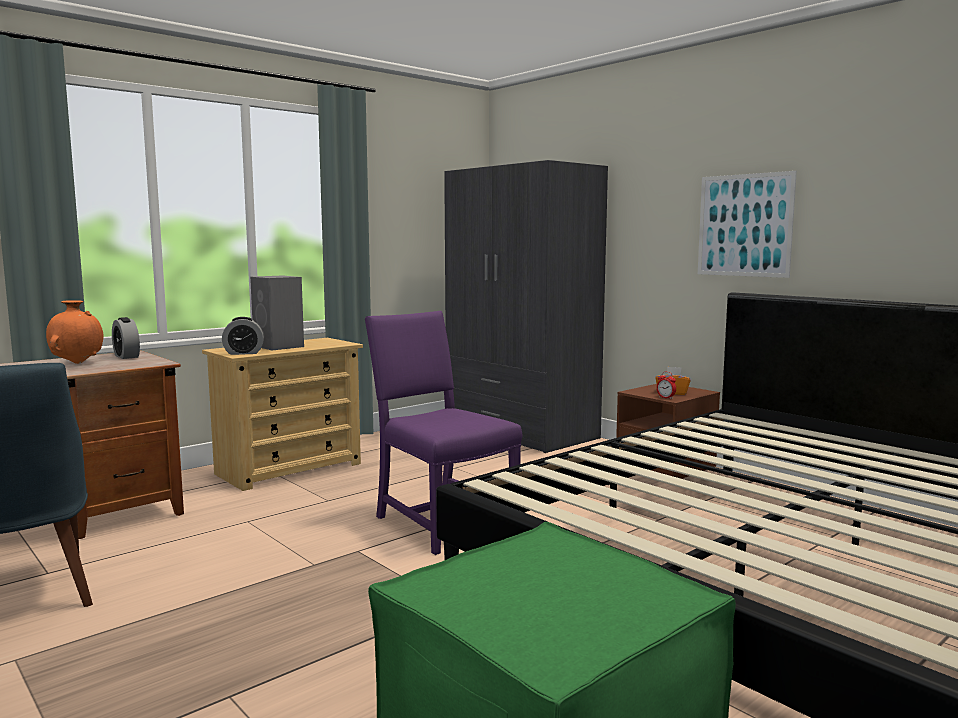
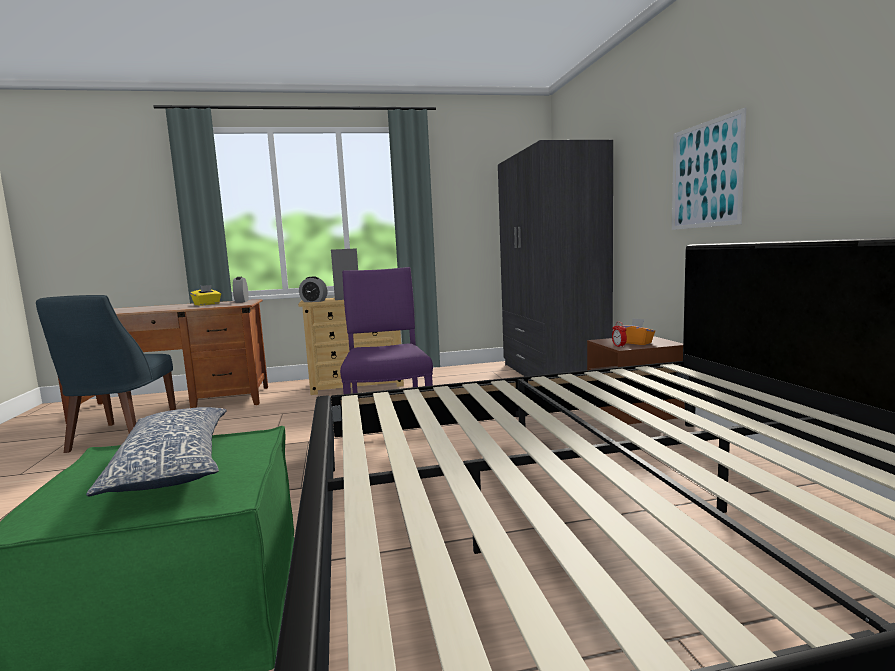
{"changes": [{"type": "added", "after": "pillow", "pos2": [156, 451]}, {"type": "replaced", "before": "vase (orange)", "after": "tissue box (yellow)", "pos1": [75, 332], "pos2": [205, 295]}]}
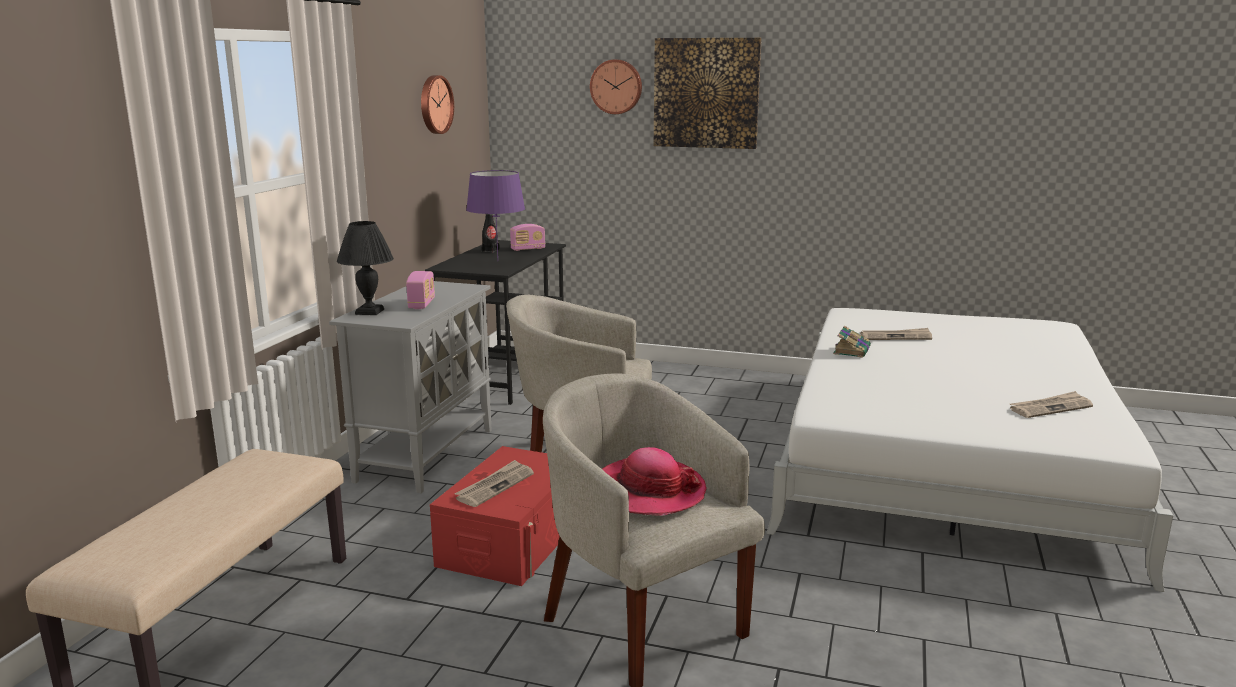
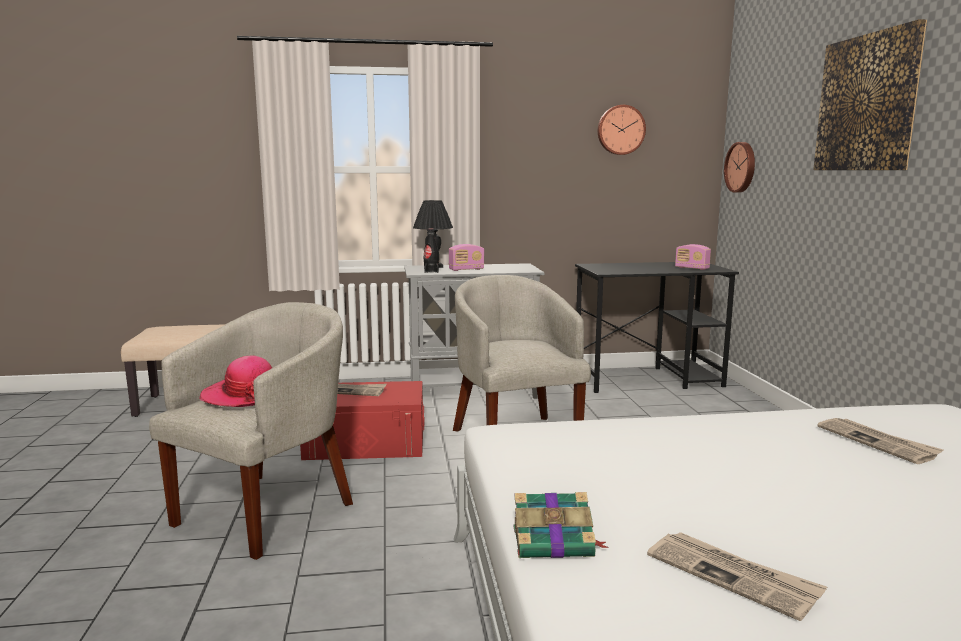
{"changes": [{"type": "moved", "before": "bottle (black)", "pos1": [490, 233], "pos2": [431, 251]}, {"type": "moved", "before": "book", "pos1": [852, 341], "pos2": [561, 525]}, {"type": "moved", "before": "wall clock", "pos1": [616, 86], "pos2": [739, 167]}, {"type": "removed", "before": "table lamp (purple)", "pos1": [495, 215]}]}
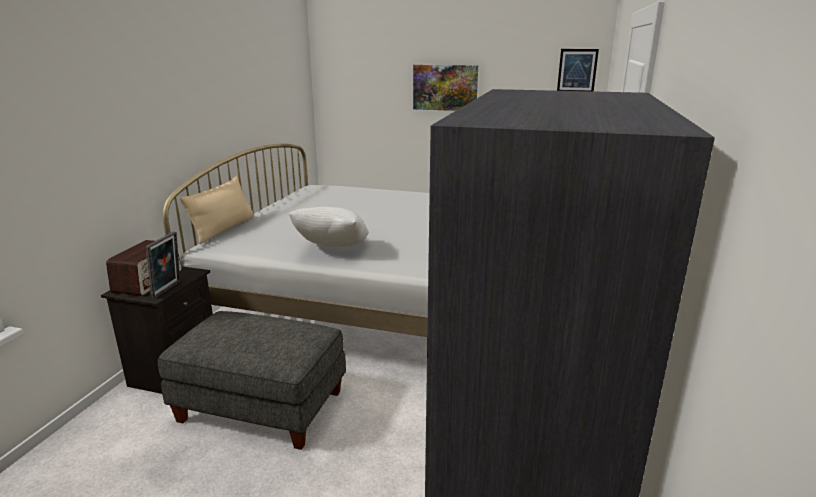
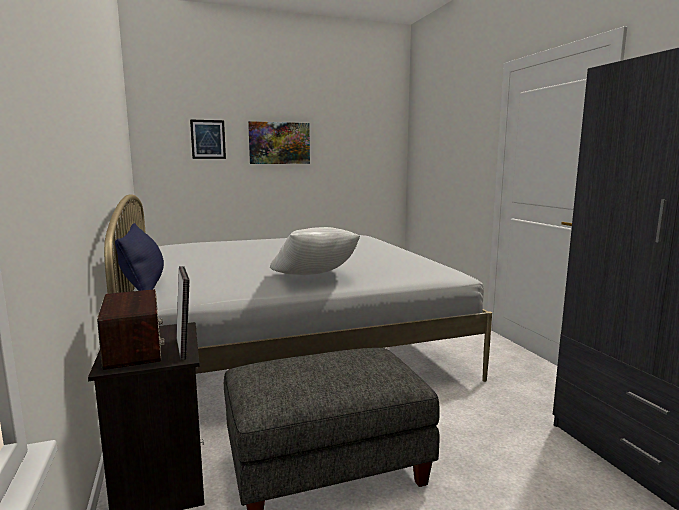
{"changes": [{"type": "recoloured", "before": "pillow (beige)", "after": "pillow (blue)", "pos1": [217, 210], "pos2": [139, 257]}, {"type": "moved", "before": "picture", "pos1": [578, 70], "pos2": [208, 139]}]}
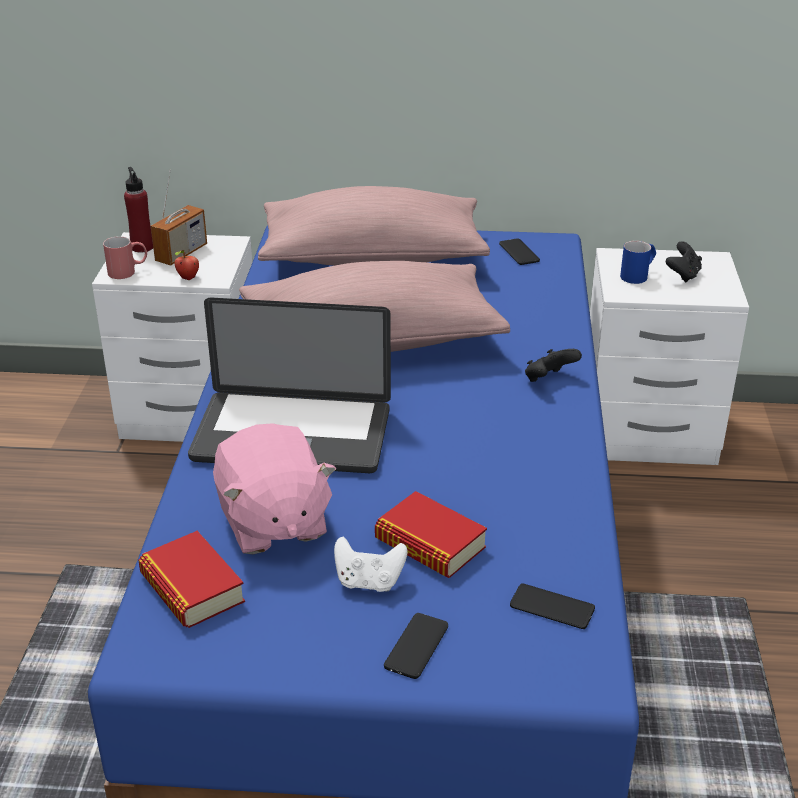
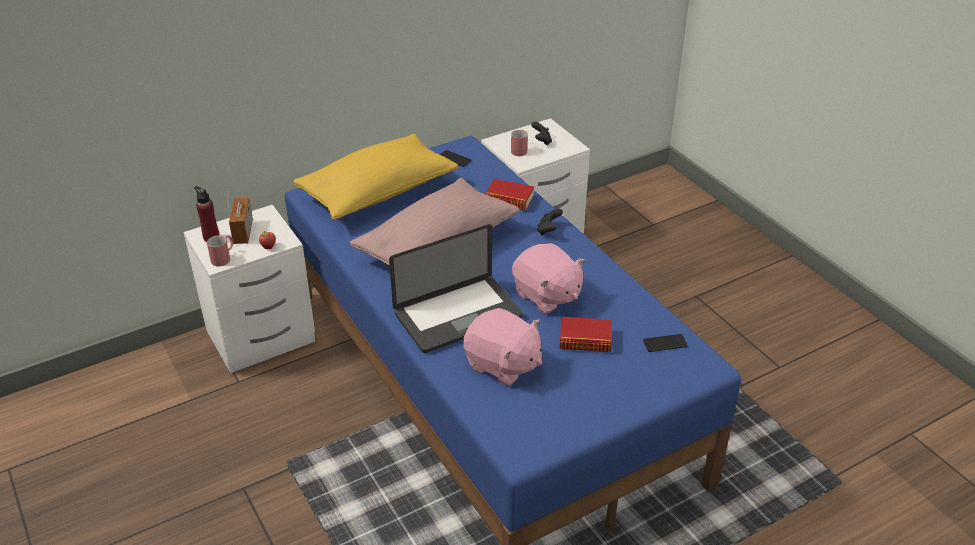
{"changes": [{"type": "recoloured", "before": "pillow (pink)", "after": "pillow (yellow)", "pos1": [374, 226], "pos2": [375, 177]}, {"type": "moved", "before": "book", "pos1": [191, 579], "pos2": [509, 195]}, {"type": "recoloured", "before": "mug (blue)", "after": "mug (red)", "pos1": [638, 262], "pos2": [519, 142]}, {"type": "added", "after": "plush toy (pink)", "pos2": [548, 278]}, {"type": "removed", "before": "game controller (white)", "pos1": [370, 564]}, {"type": "removed", "before": "phone", "pos1": [416, 646]}]}
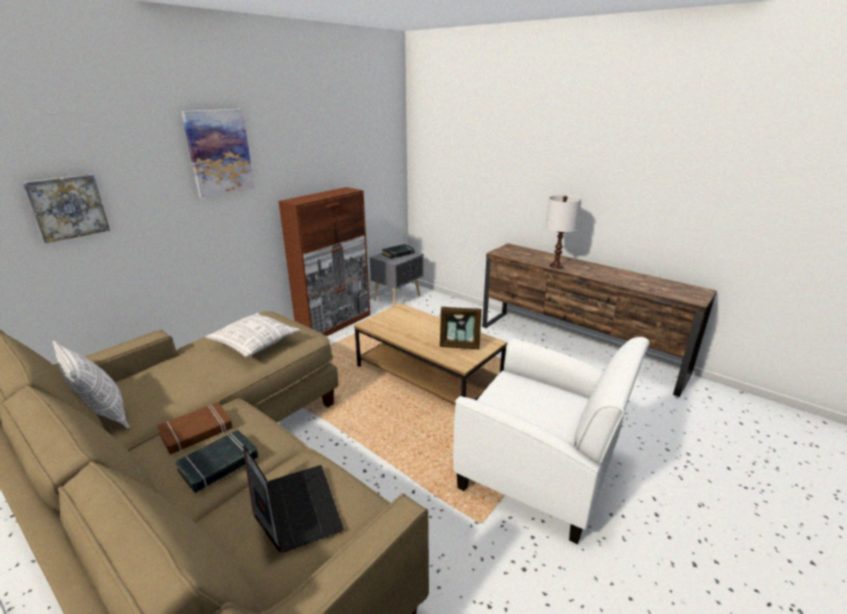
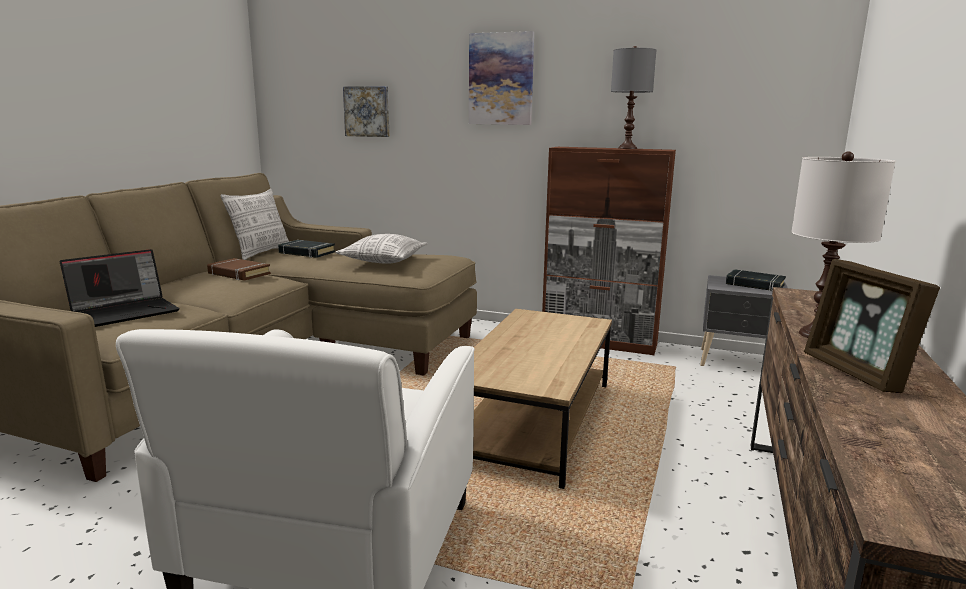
{"changes": [{"type": "moved", "before": "book (black)", "pos1": [216, 461], "pos2": [306, 249]}, {"type": "added", "after": "table lamp (grey)", "pos2": [633, 97]}, {"type": "moved", "before": "picture frame", "pos1": [461, 328], "pos2": [872, 326]}]}
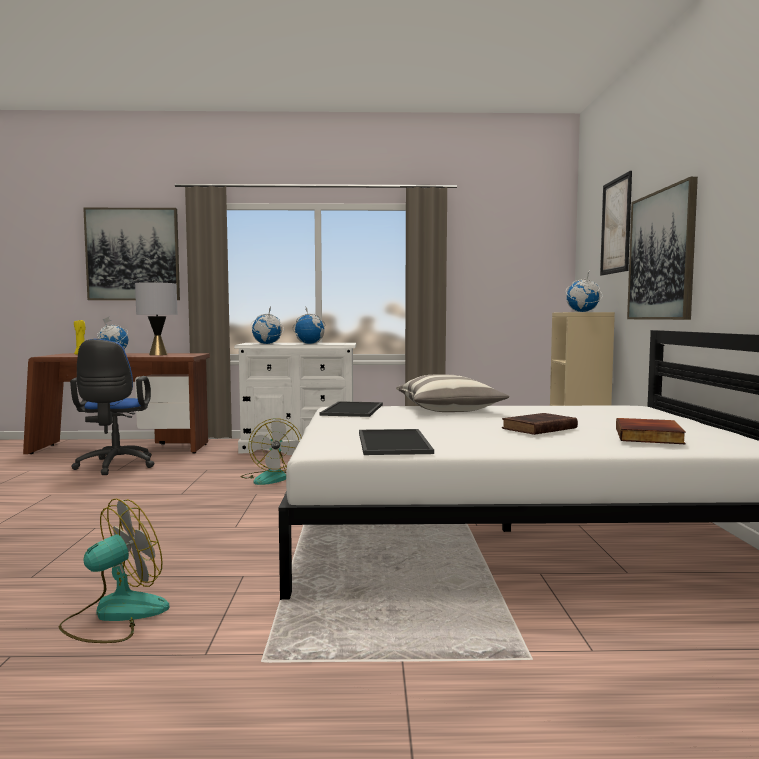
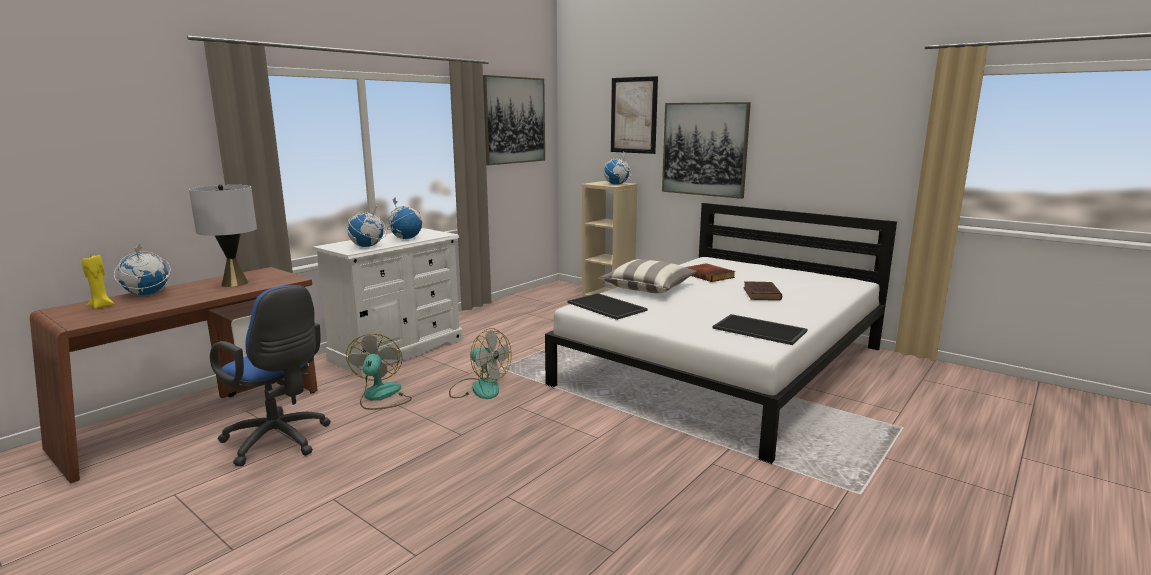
{"changes": [{"type": "moved", "before": "fan", "pos1": [114, 570], "pos2": [379, 372]}, {"type": "moved", "before": "picture", "pos1": [131, 254], "pos2": [514, 120]}, {"type": "moved", "before": "book", "pos1": [651, 431], "pos2": [710, 272]}]}
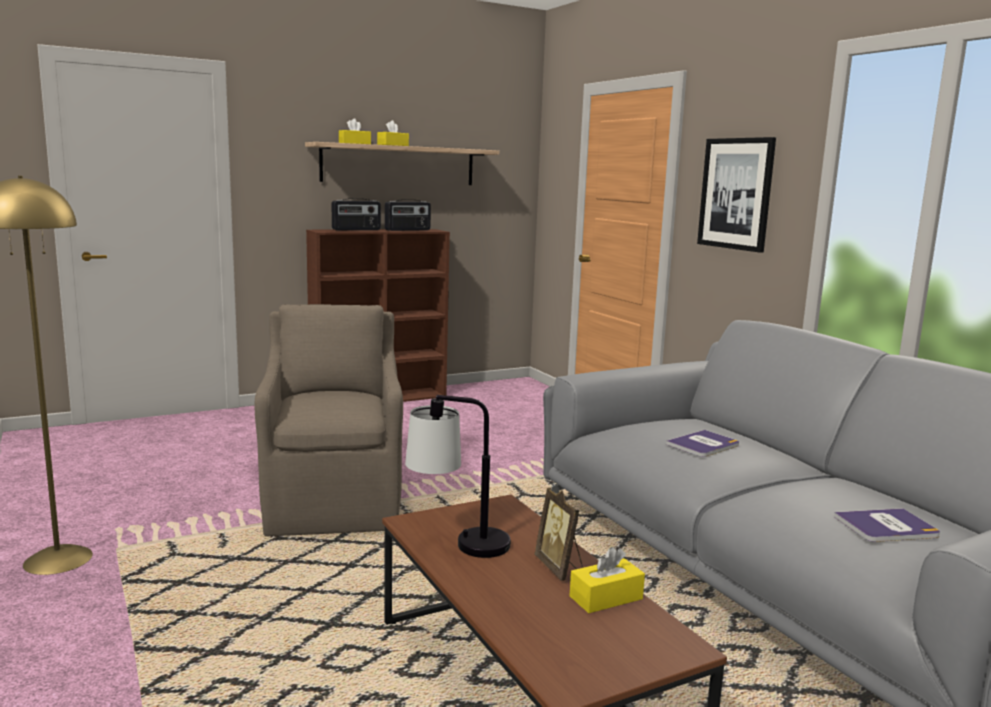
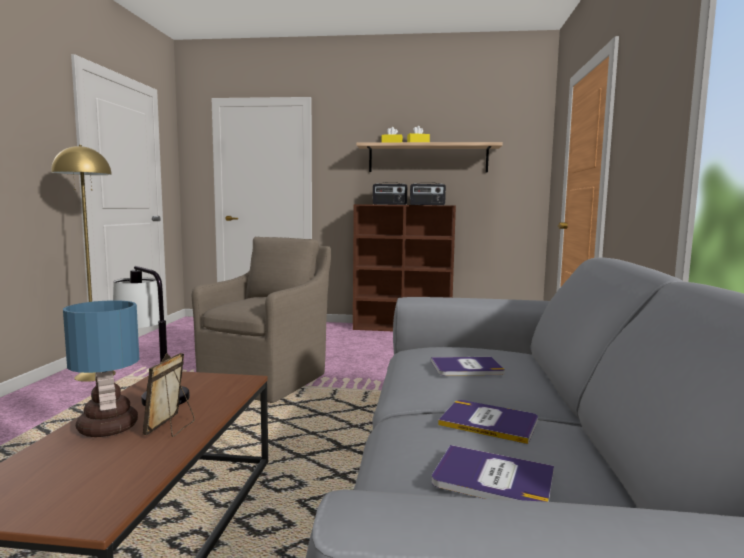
{"changes": [{"type": "added", "after": "table lamp", "pos2": [101, 368]}, {"type": "added", "after": "book", "pos2": [488, 422]}, {"type": "removed", "before": "tissue box (yellow)", "pos1": [607, 580]}, {"type": "removed", "before": "picture", "pos1": [736, 195]}]}
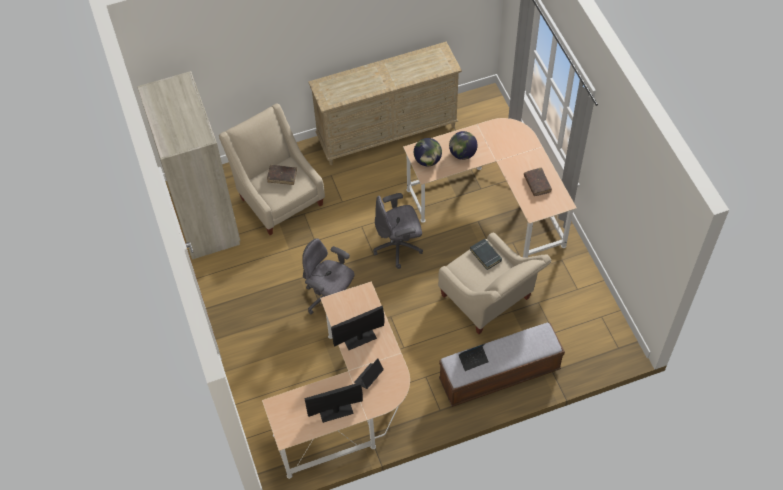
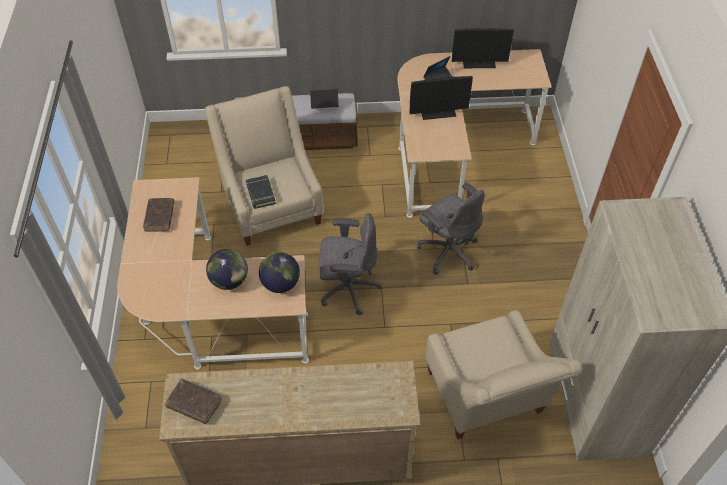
{"changes": [{"type": "moved", "before": "book (brown)", "pos1": [282, 175], "pos2": [193, 401]}]}
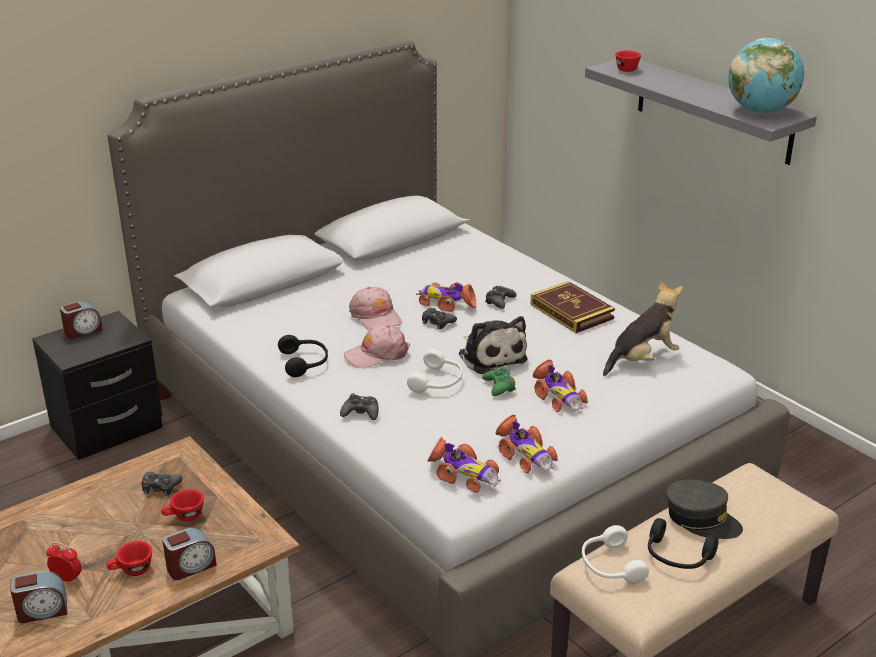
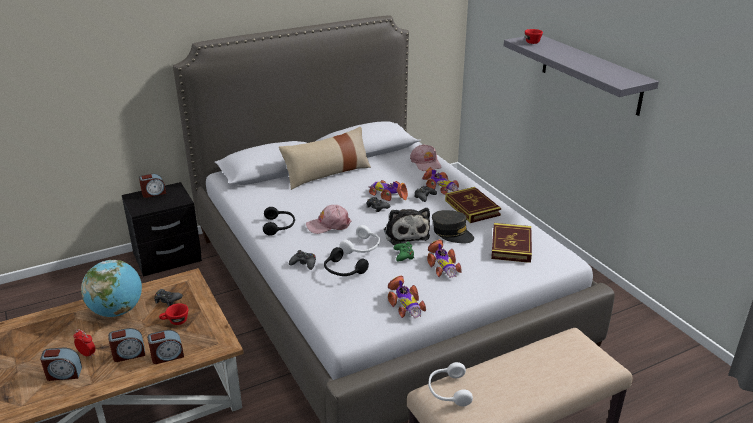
{"changes": [{"type": "moved", "before": "globe", "pos1": [766, 76], "pos2": [111, 288]}, {"type": "replaced", "before": "cup (red)", "after": "alarm clock", "pos1": [129, 558], "pos2": [126, 345]}, {"type": "added", "after": "pillow (beige)", "pos2": [325, 158]}, {"type": "moved", "before": "headphones (black)", "pos1": [683, 543], "pos2": [346, 261]}, {"type": "moved", "before": "cap (pink)", "pos1": [375, 308], "pos2": [426, 157]}, {"type": "moved", "before": "toy car", "pos1": [464, 465], "pos2": [440, 181]}, {"type": "moved", "before": "cap (grey)", "pos1": [704, 509], "pos2": [453, 226]}, {"type": "replaced", "before": "plush toy", "after": "book", "pos1": [643, 328], "pos2": [511, 243]}]}
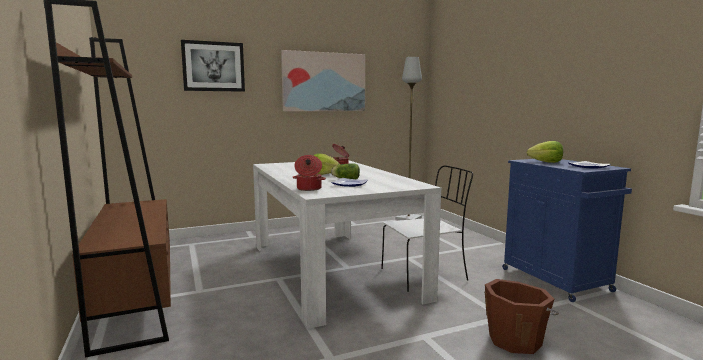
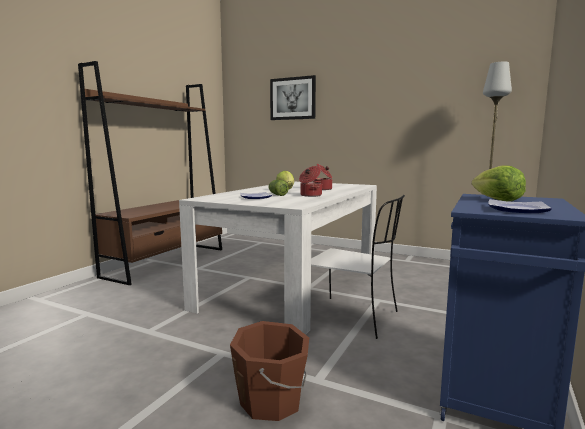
{"changes": [{"type": "moved", "before": "cooking pot", "pos1": [309, 173], "pos2": [310, 181]}, {"type": "removed", "before": "picture", "pos1": [323, 80]}]}
